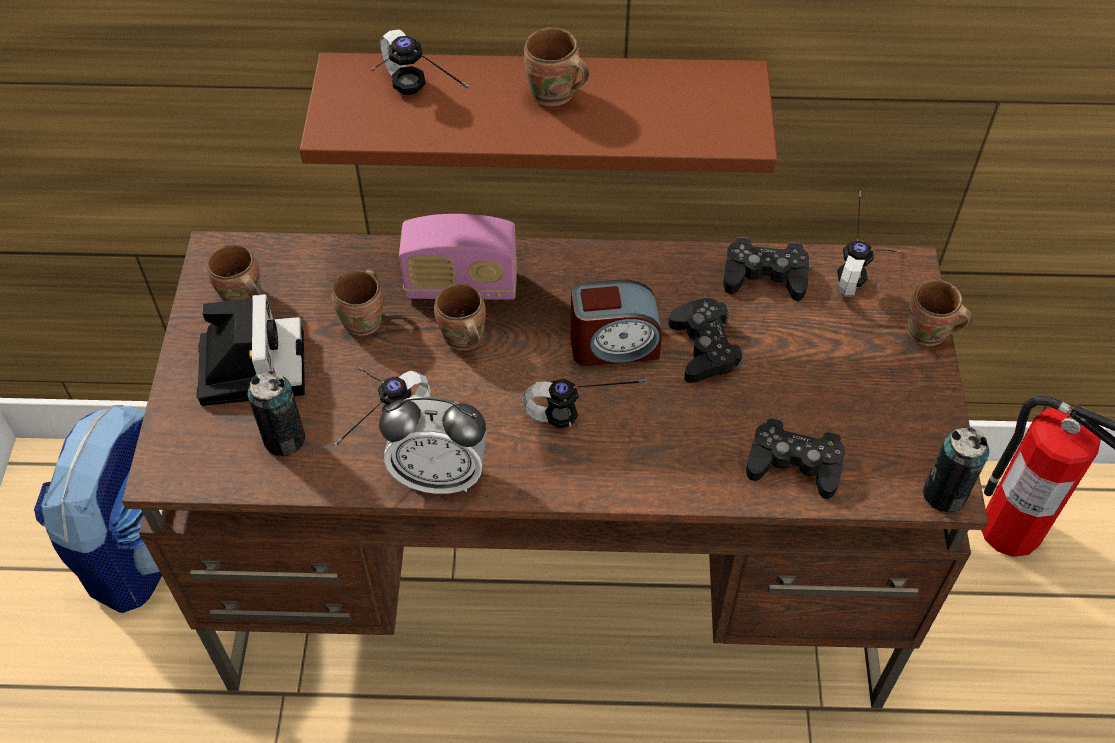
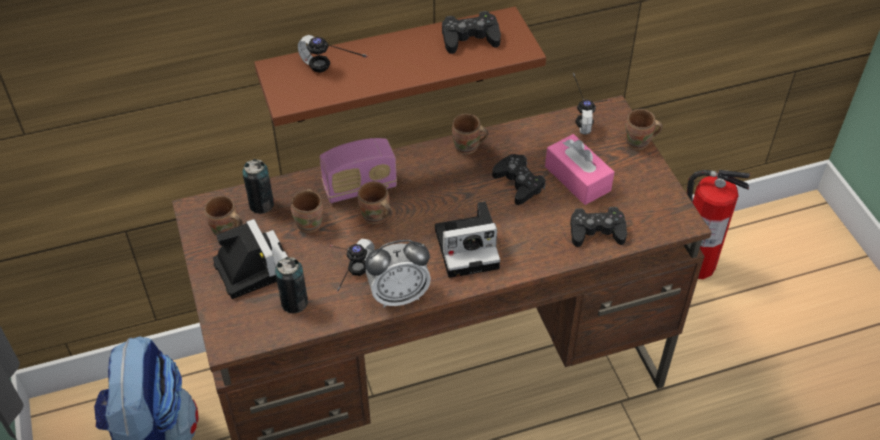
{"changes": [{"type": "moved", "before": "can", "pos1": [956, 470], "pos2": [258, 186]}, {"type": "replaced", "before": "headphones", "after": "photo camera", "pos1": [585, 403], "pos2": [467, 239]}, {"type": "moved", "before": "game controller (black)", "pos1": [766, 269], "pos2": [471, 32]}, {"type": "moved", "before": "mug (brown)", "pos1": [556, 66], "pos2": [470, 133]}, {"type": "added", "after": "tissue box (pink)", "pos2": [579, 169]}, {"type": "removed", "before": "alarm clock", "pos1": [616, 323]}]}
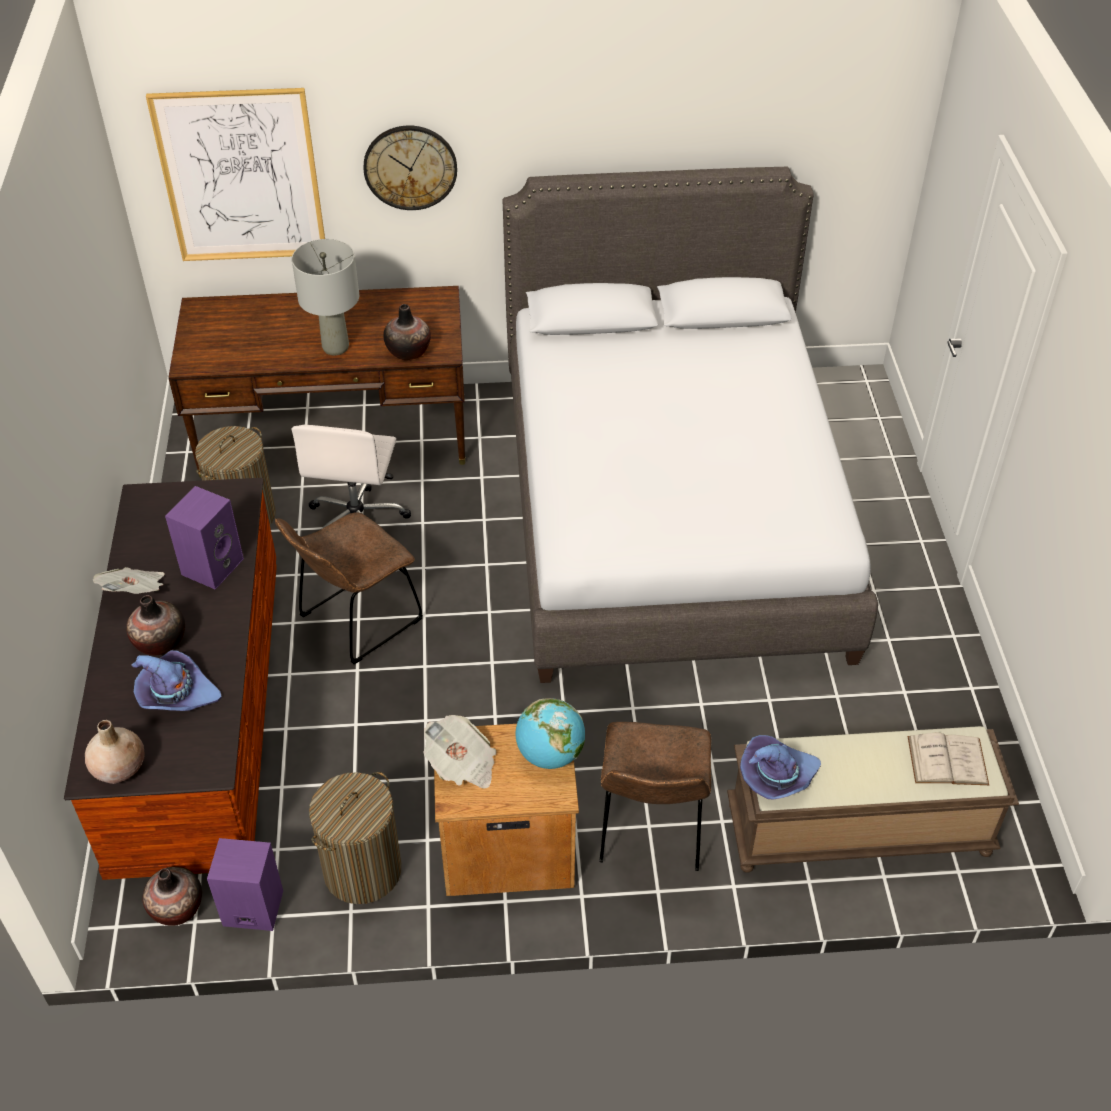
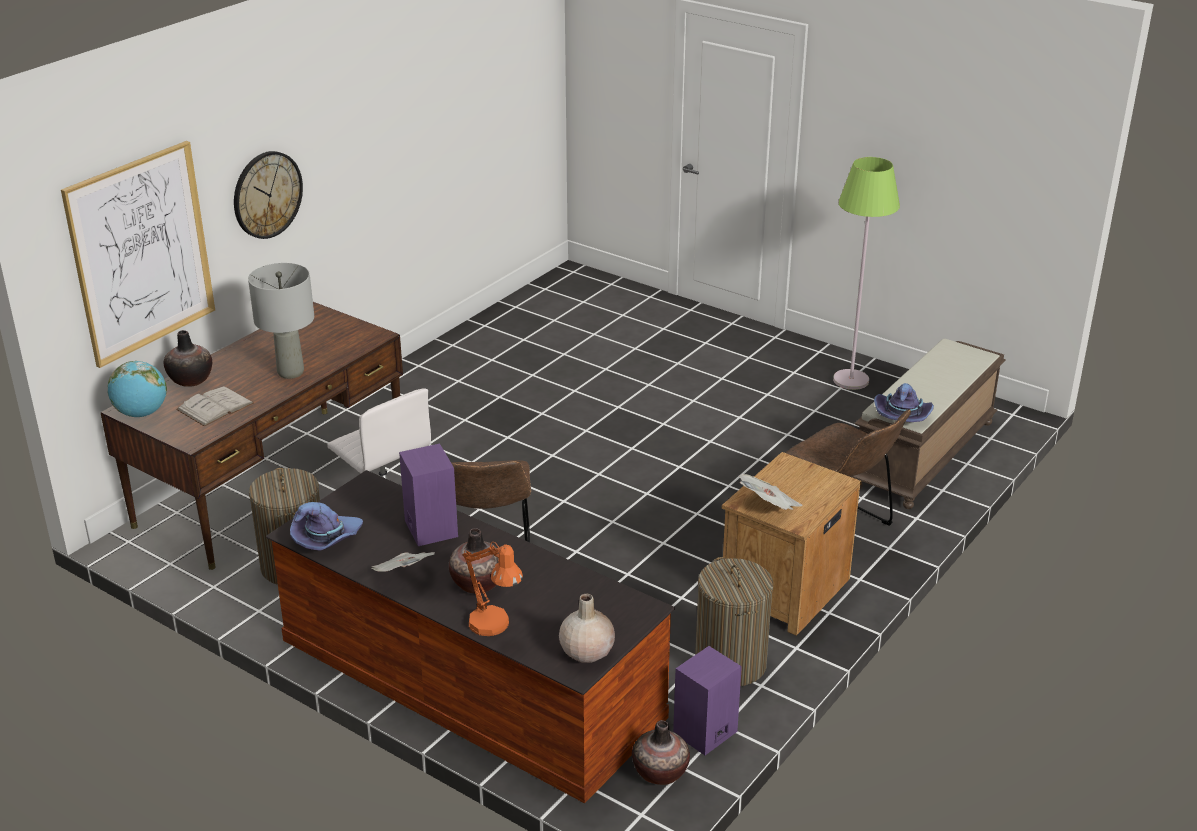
{"changes": [{"type": "moved", "before": "globe", "pos1": [550, 733], "pos2": [137, 389]}, {"type": "moved", "before": "vase", "pos1": [407, 332], "pos2": [188, 358]}, {"type": "moved", "before": "book (white)", "pos1": [948, 758], "pos2": [215, 406]}, {"type": "moved", "before": "hat (purple)", "pos1": [176, 680], "pos2": [326, 526]}, {"type": "added", "after": "table lamp (orange)", "pos2": [493, 589]}, {"type": "added", "after": "floor lamp (green)", "pos2": [866, 273]}, {"type": "removed", "before": "bed (grey)", "pos1": [690, 425]}]}
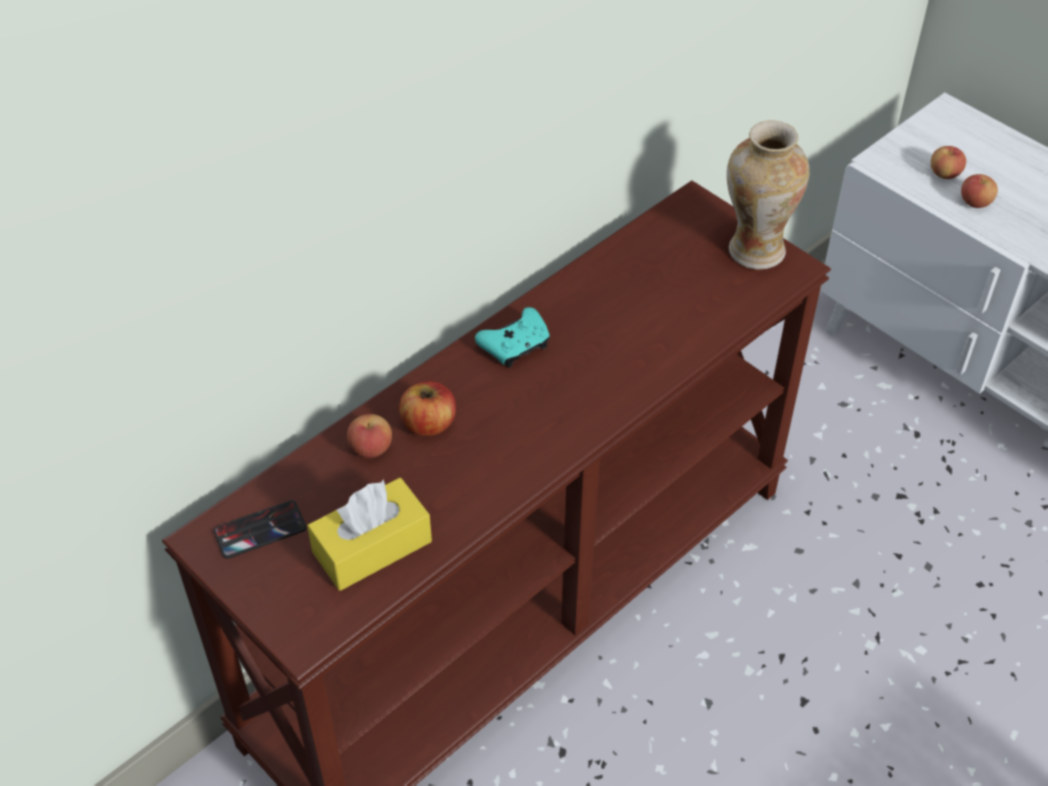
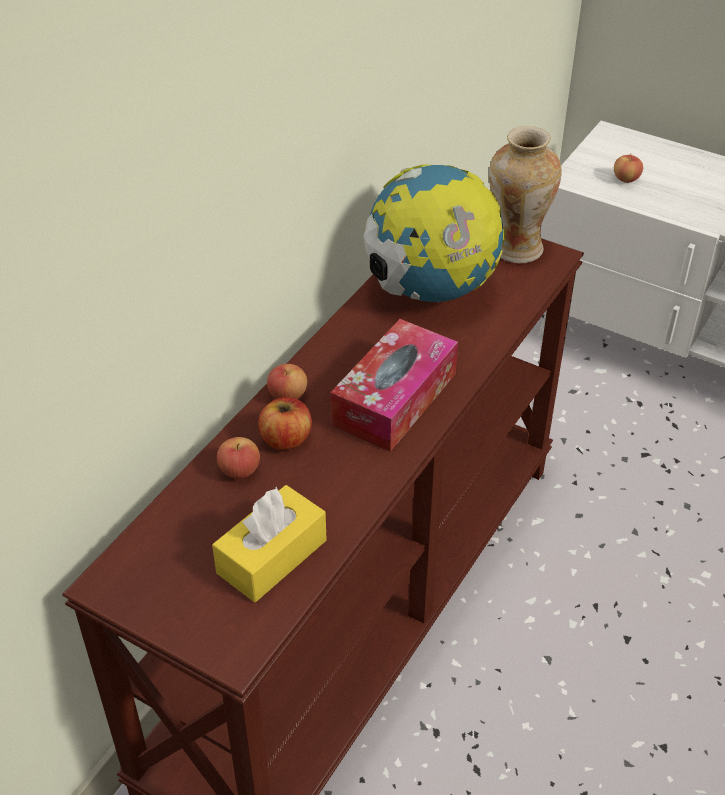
{"changes": [{"type": "moved", "before": "apple", "pos1": [979, 191], "pos2": [287, 382]}, {"type": "added", "after": "tissue box", "pos2": [394, 385]}, {"type": "added", "after": "globe", "pos2": [434, 233]}, {"type": "removed", "before": "phone", "pos1": [260, 529]}, {"type": "removed", "before": "game controller (turquoise)", "pos1": [512, 337]}]}
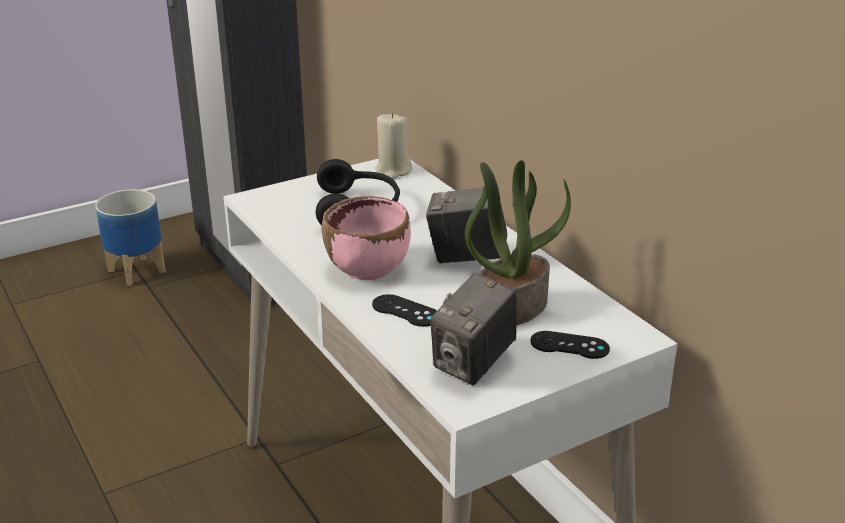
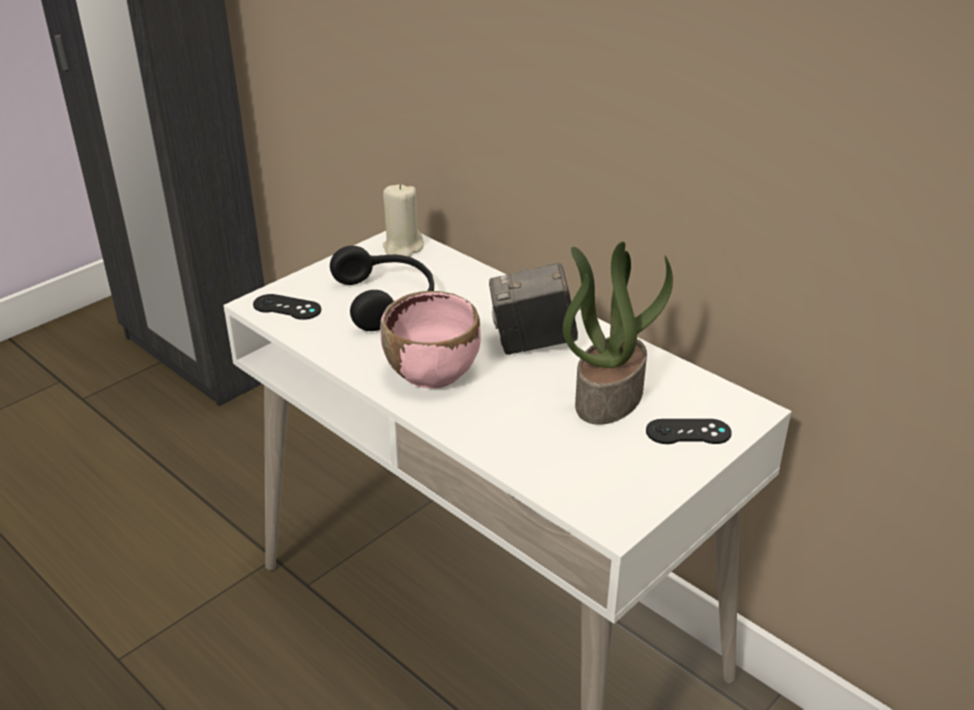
{"changes": [{"type": "moved", "before": "game controller (black)", "pos1": [404, 310], "pos2": [287, 307]}, {"type": "removed", "before": "planter", "pos1": [130, 237]}, {"type": "removed", "before": "photo camera", "pos1": [473, 328]}]}
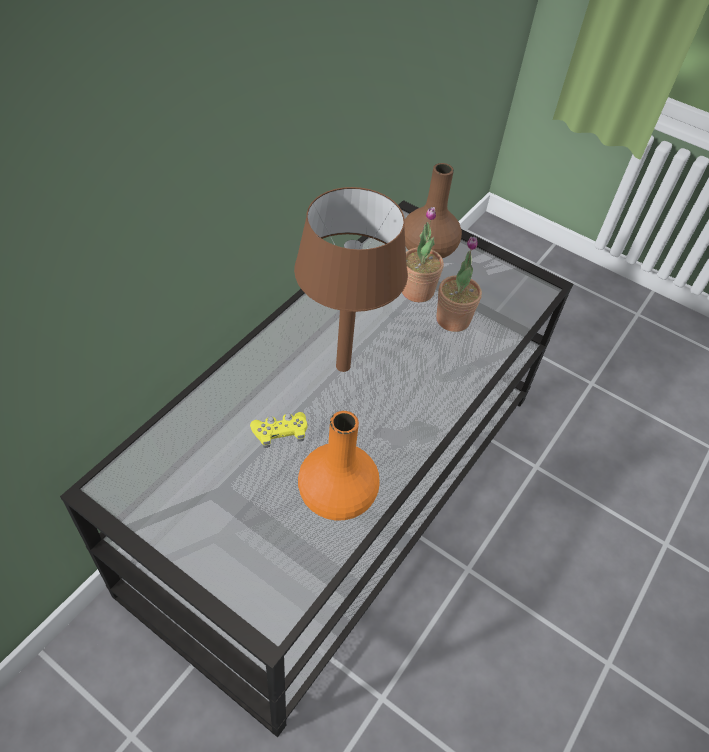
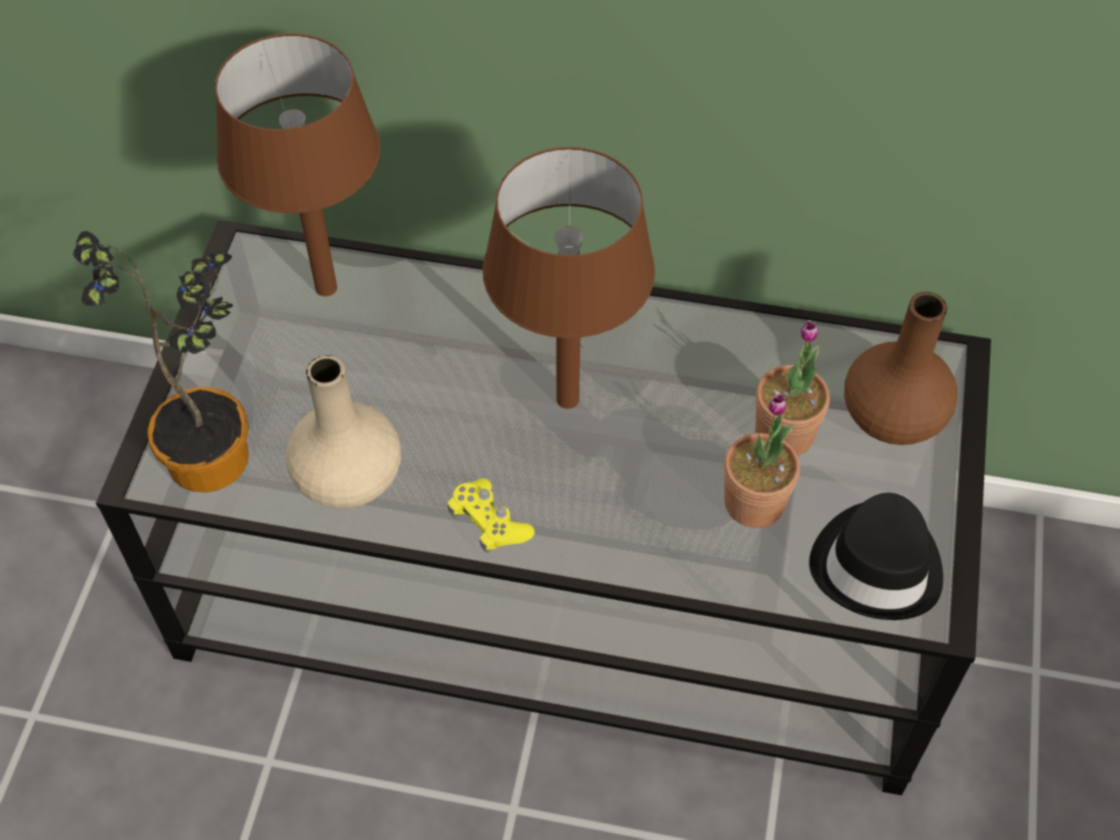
{"changes": [{"type": "added", "after": "potted plant", "pos2": [161, 362]}, {"type": "added", "after": "table lamp (brown)", "pos2": [298, 164]}, {"type": "recoloured", "before": "vase (orange)", "after": "vase (beige)", "pos1": [339, 465], "pos2": [343, 432]}, {"type": "moved", "before": "game controller (yellow)", "pos1": [278, 430], "pos2": [491, 515]}, {"type": "added", "after": "hat (black)", "pos2": [876, 556]}]}
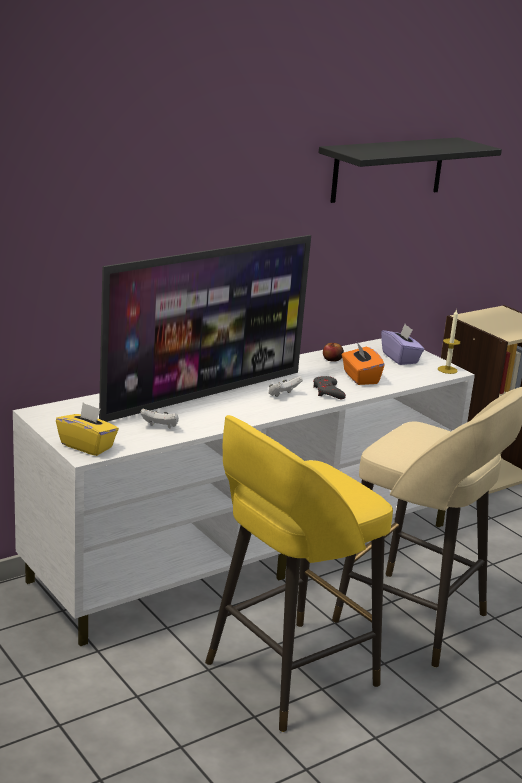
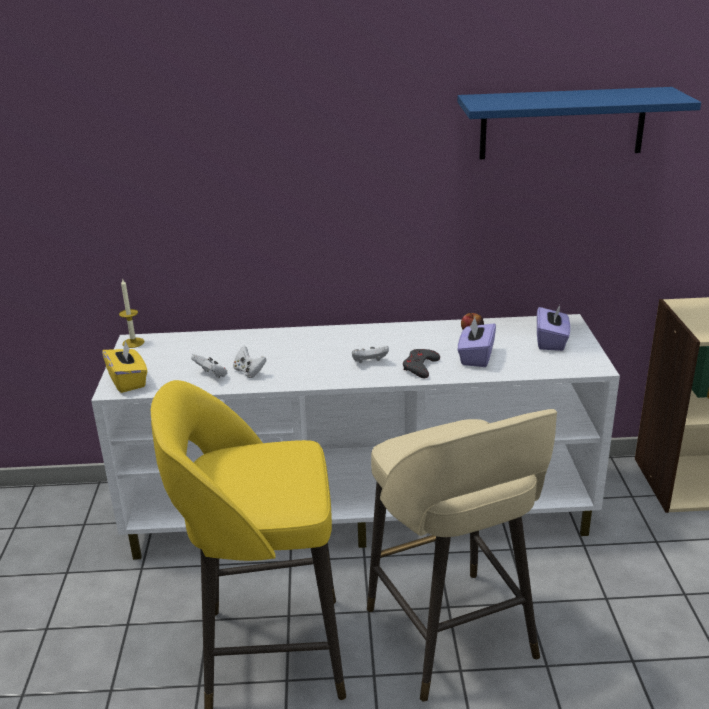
{"changes": [{"type": "moved", "before": "candle", "pos1": [449, 341], "pos2": [131, 313]}, {"type": "added", "after": "game controller (white)", "pos2": [249, 362]}, {"type": "recoloured", "before": "shelf (black)", "after": "shelf (blue)", "pos1": [410, 170], "pos2": [579, 123]}, {"type": "recoloured", "before": "tissue box (orange)", "after": "tissue box (purple)", "pos1": [363, 363], "pos2": [477, 342]}, {"type": "removed", "before": "television", "pos1": [205, 328]}]}
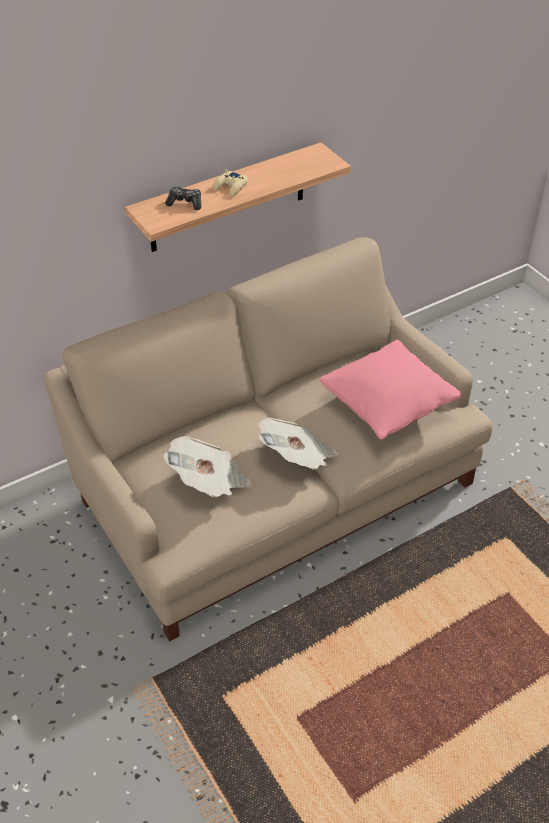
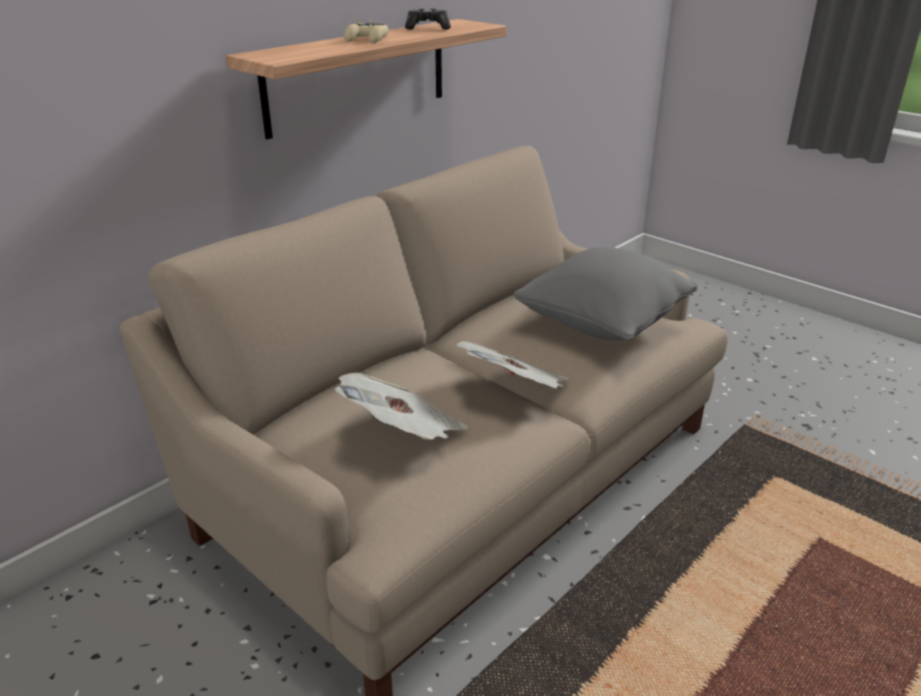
{"changes": [{"type": "moved", "before": "game controller", "pos1": [183, 198], "pos2": [428, 19]}, {"type": "recoloured", "before": "pillow (pink)", "after": "pillow (grey)", "pos1": [391, 390], "pos2": [606, 293]}]}
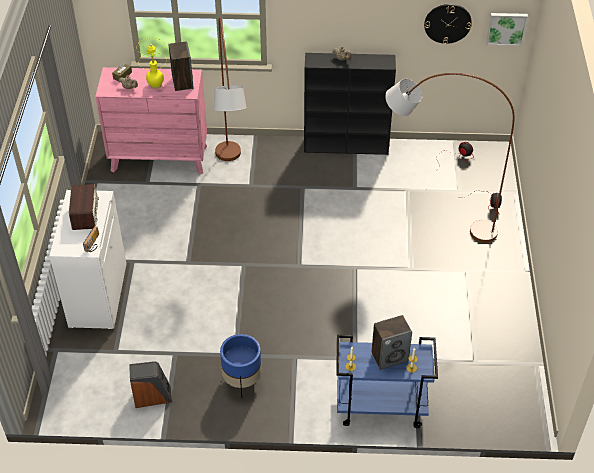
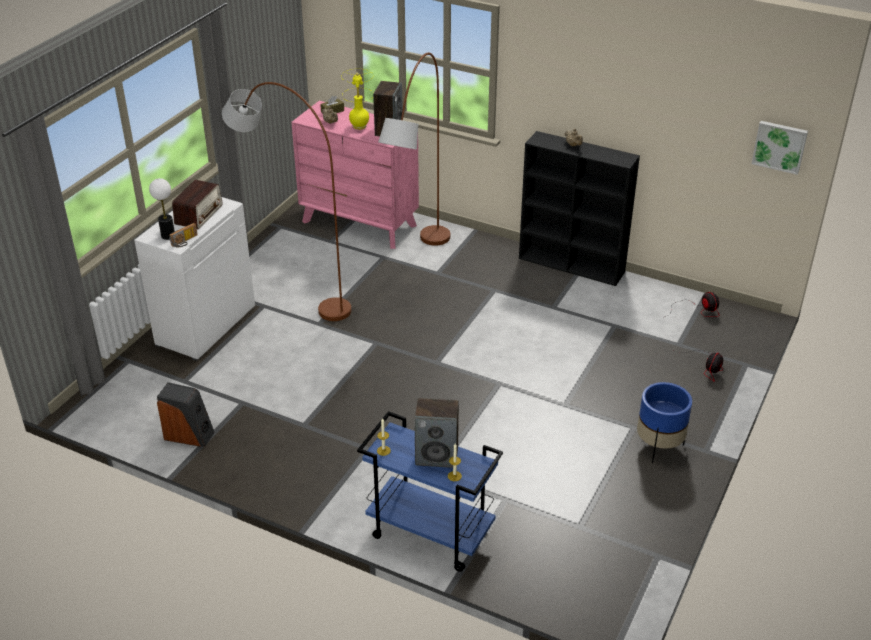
{"changes": [{"type": "added", "after": "table lamp", "pos2": [162, 209]}, {"type": "moved", "before": "floor lamp (brown)", "pos1": [449, 158], "pos2": [286, 201]}, {"type": "moved", "before": "planter (blue)", "pos1": [241, 366], "pos2": [664, 423]}, {"type": "removed", "before": "wall clock", "pos1": [448, 24]}]}
